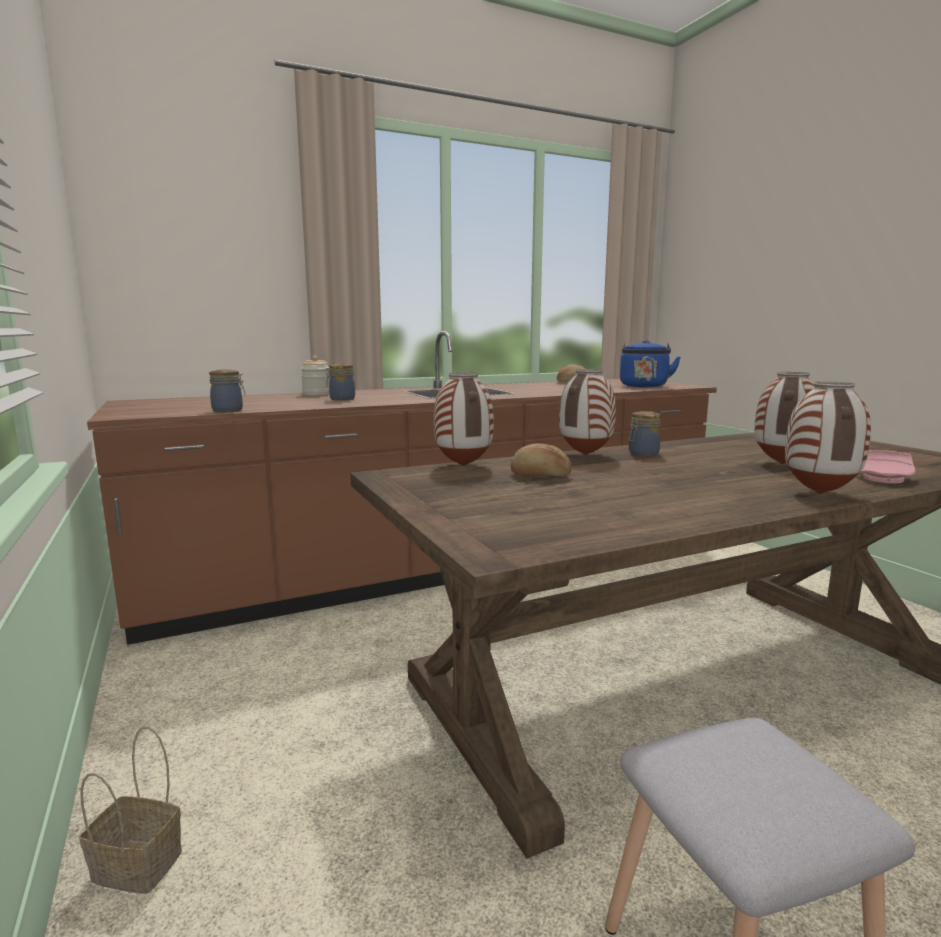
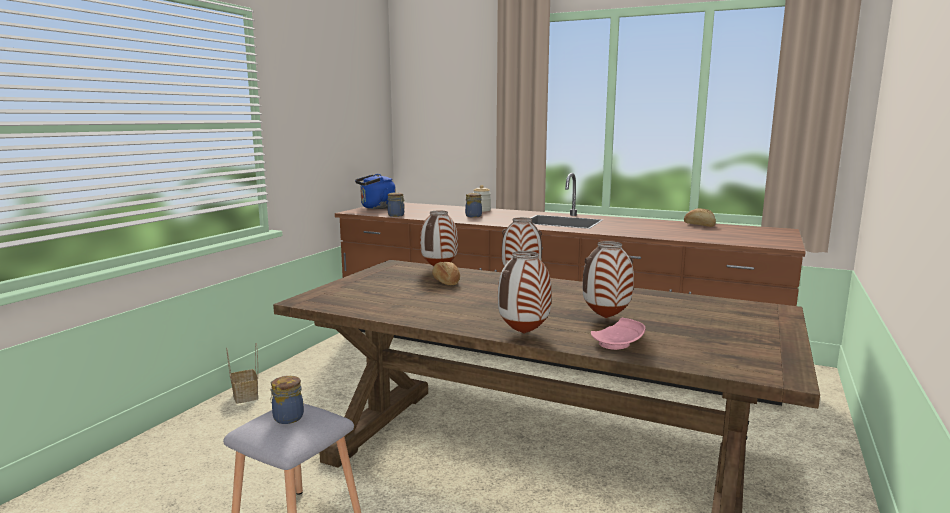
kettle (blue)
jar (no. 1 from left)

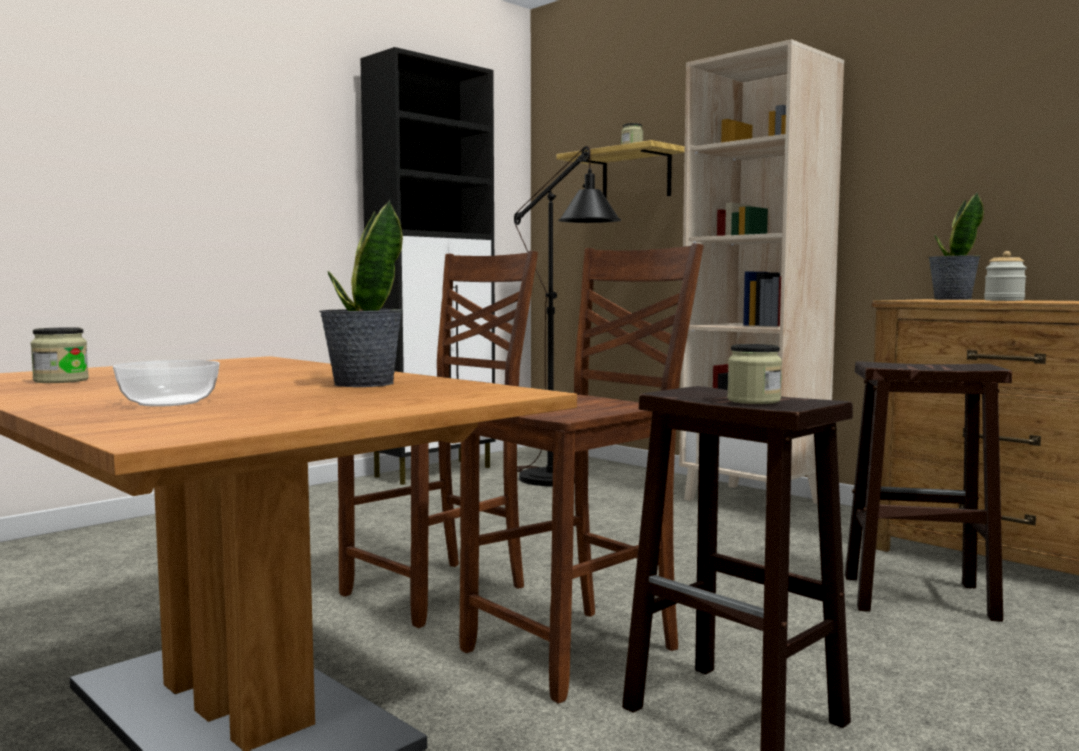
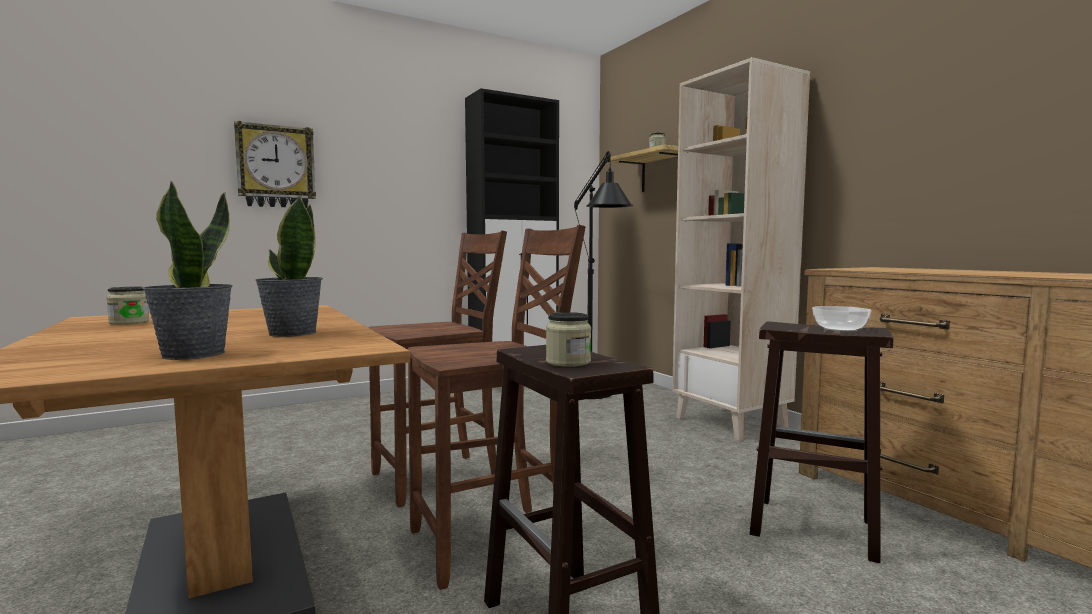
jar (no. 4 from left in the first image)
wall clock
bowl
potted plant (no. 1 from left)

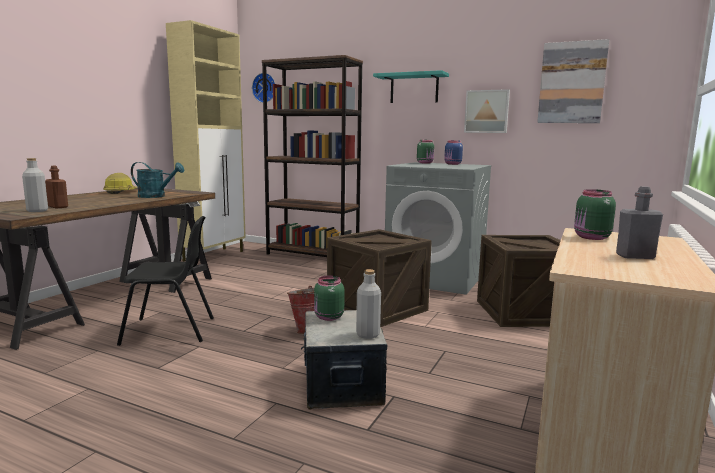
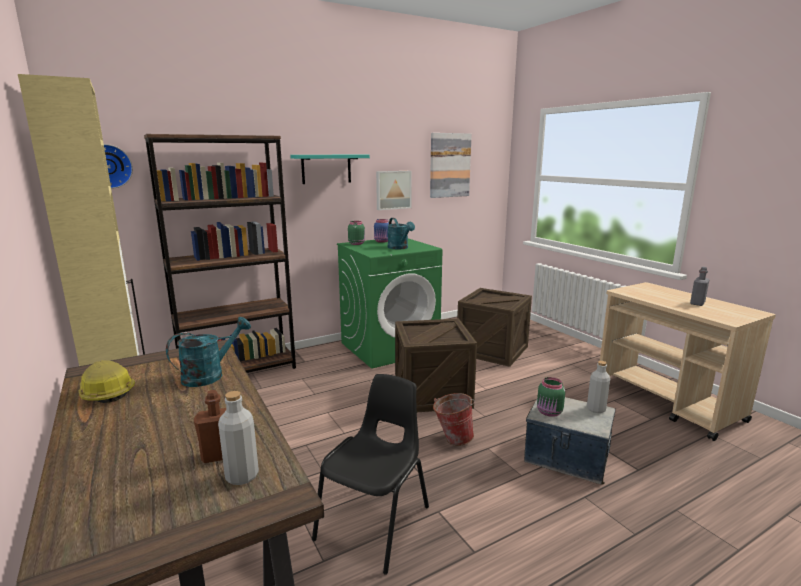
jar (green) (no. 3 from left in the first image)
watering can (turquoise) (no. 2 from left)
washing machine (green)

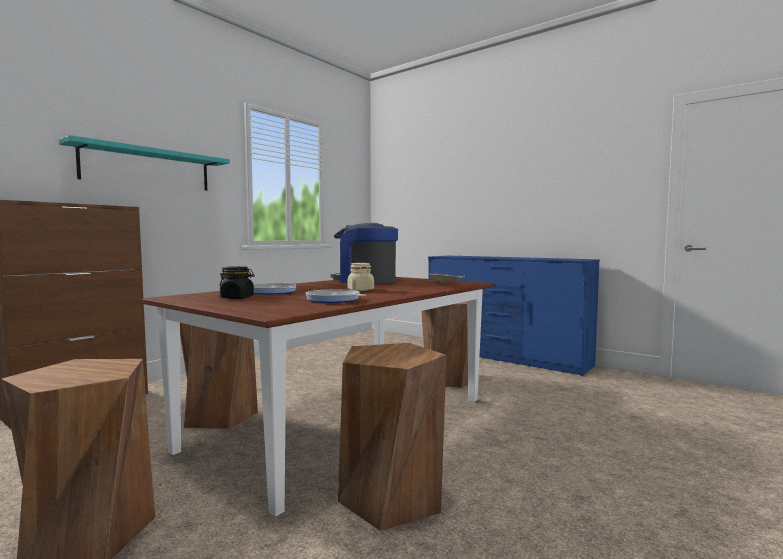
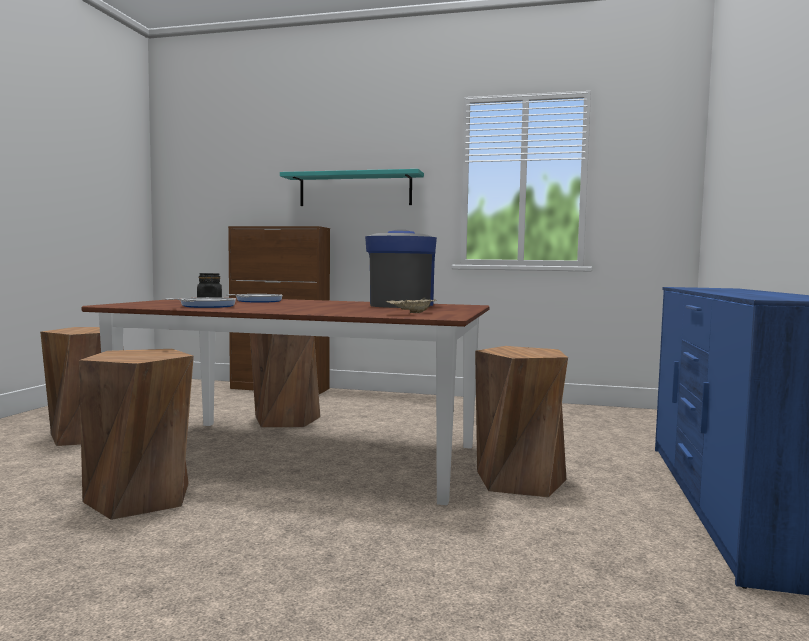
jar (beige)

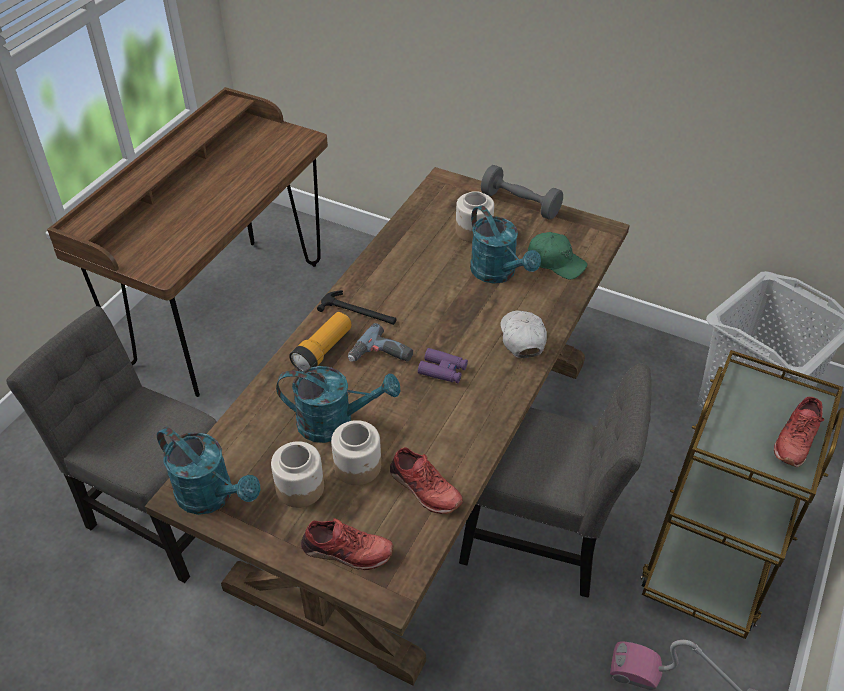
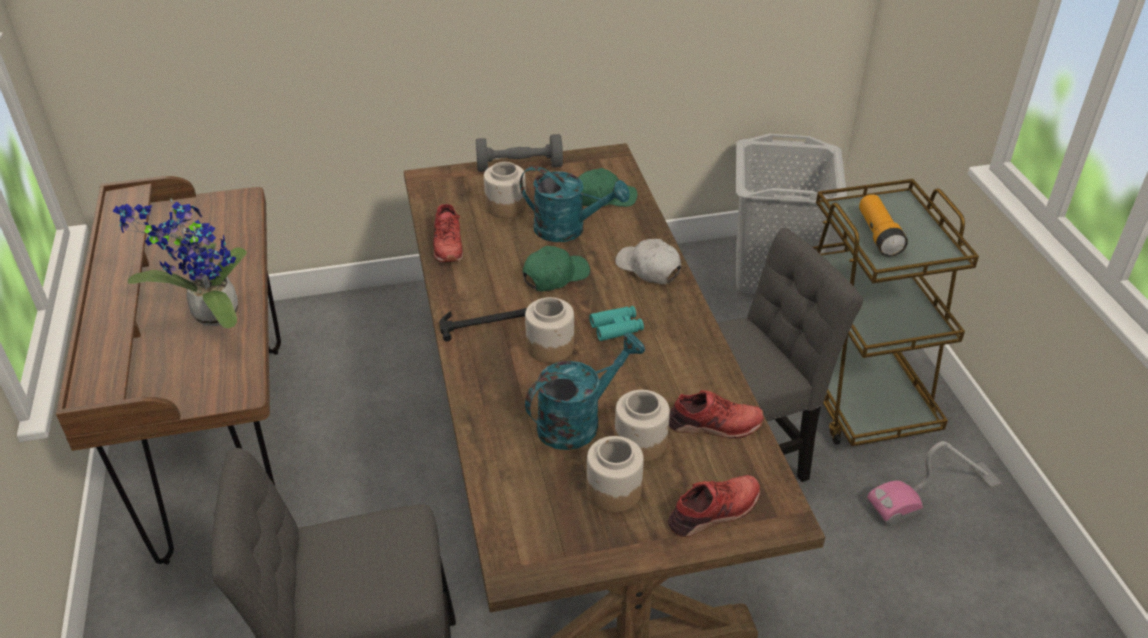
watering can (turquoise) (no. 1 from left in the first image)
potted plant
cap (green) (no. 1 from left)
flashlight
shoe (red) (no. 1 from left)
jar (no. 2 from left)
binoculars (turquoise)

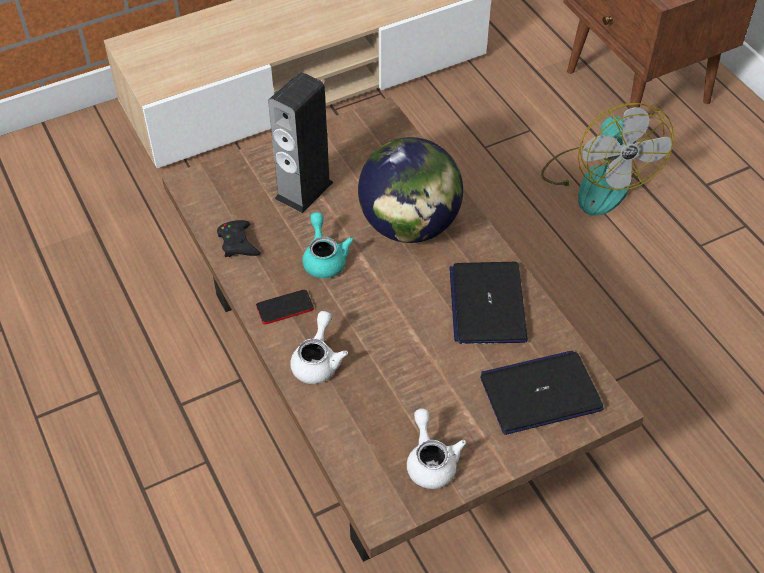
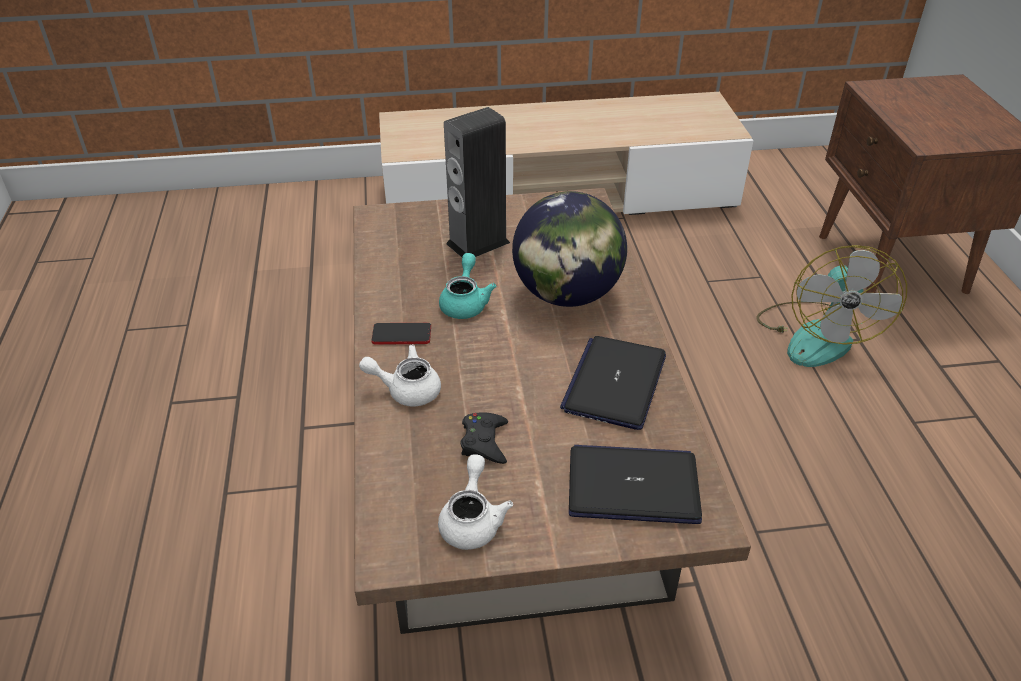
game controller (black)
teapot (white) (no. 1 from left)

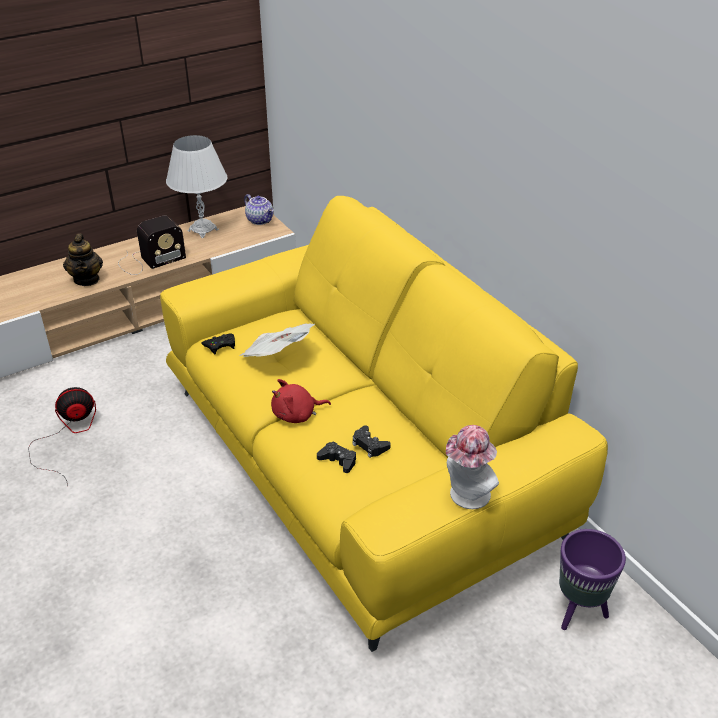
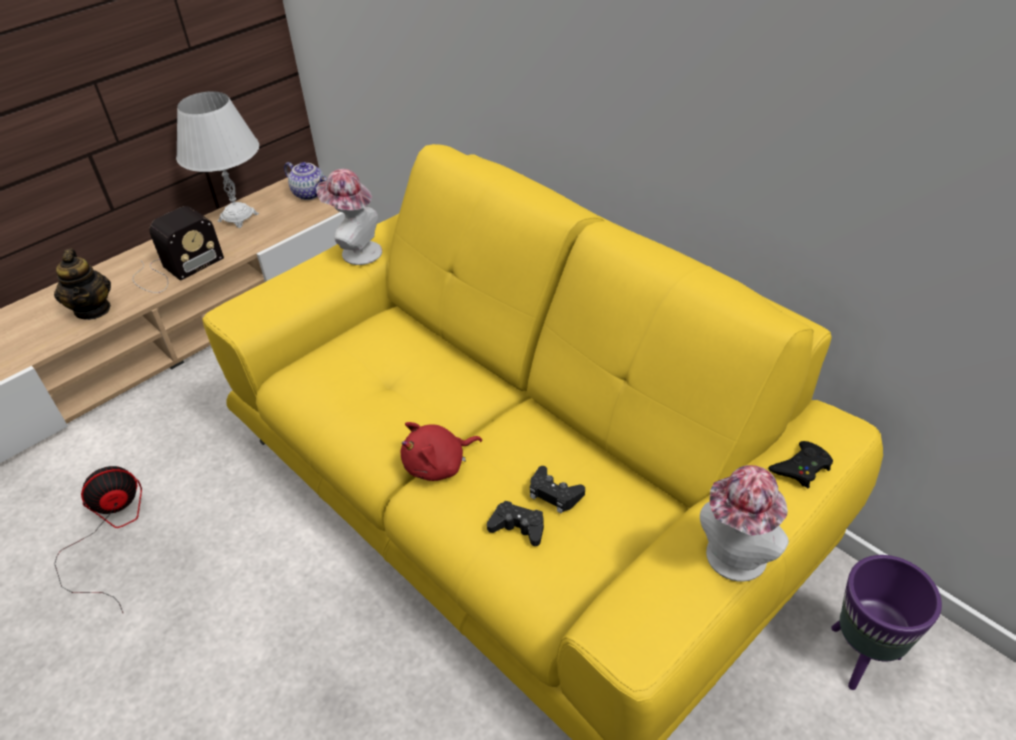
newspaper
hat (no. 1 from left)
game controller (black) (no. 3 from left)

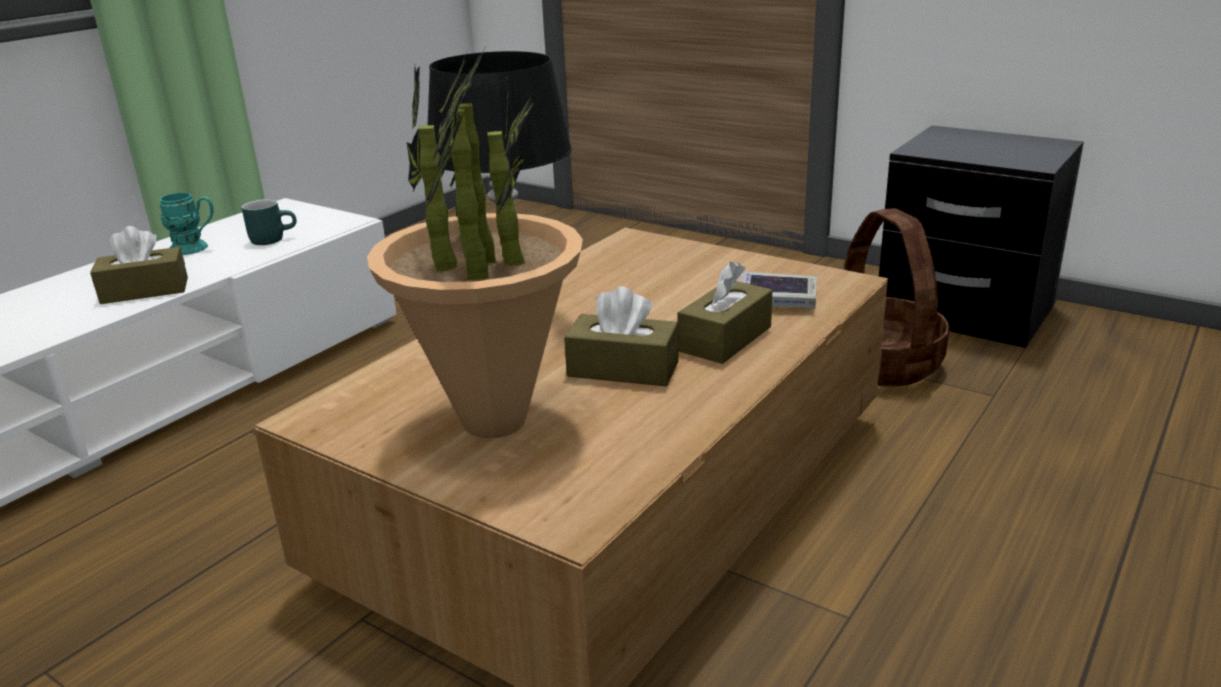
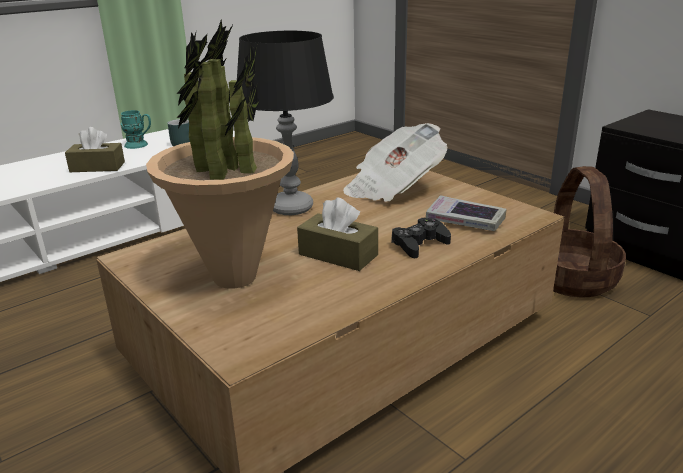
newspaper
game controller (black)

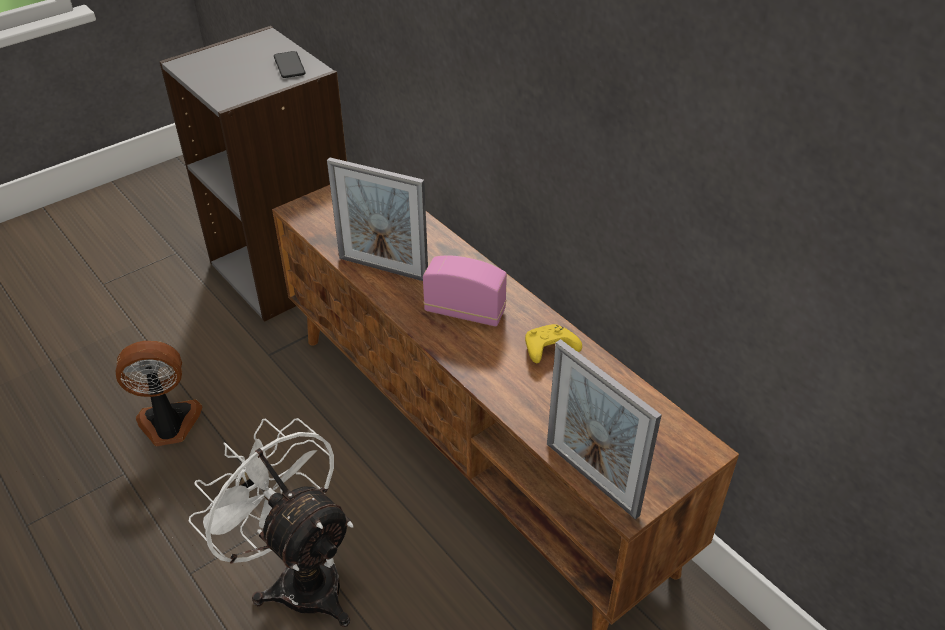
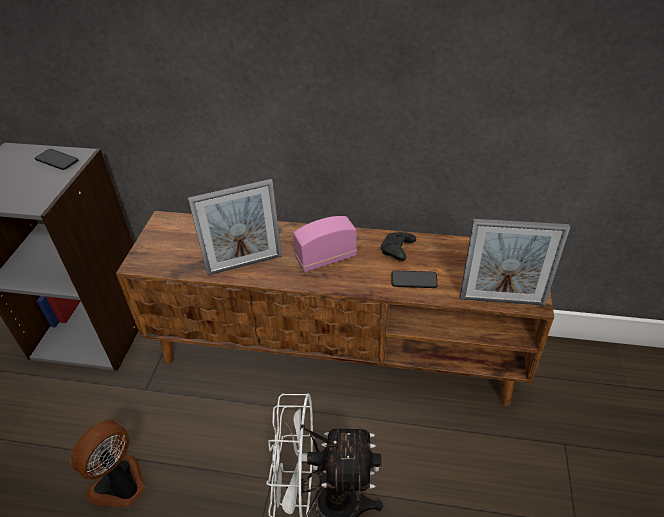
phone (no. 2 from left)
game controller (black)

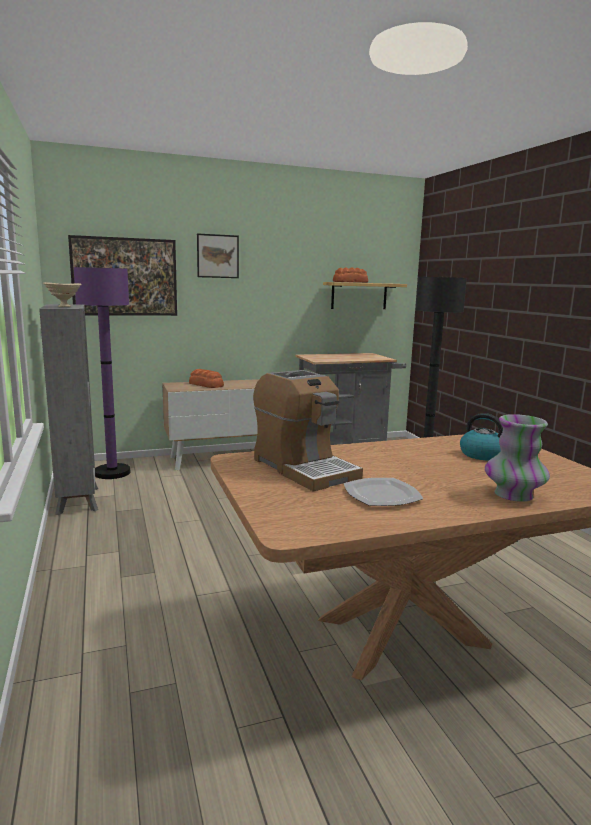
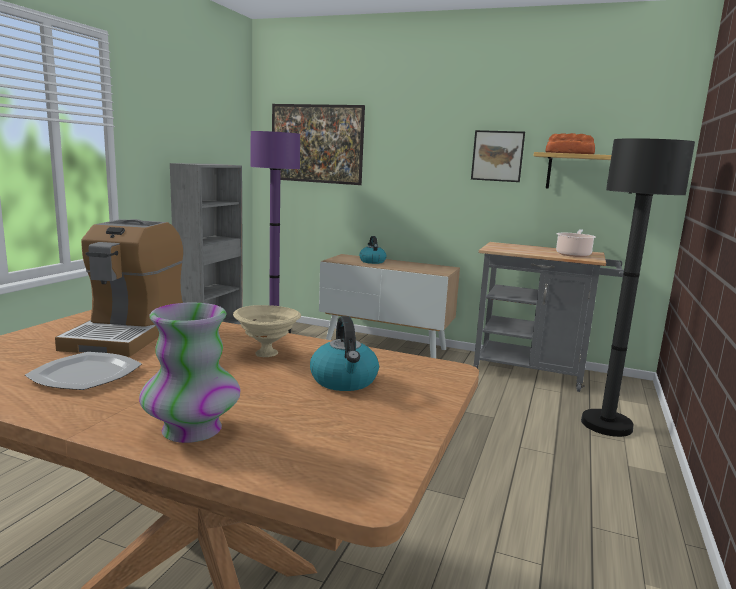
cooking pot
bowl (beige)
picture (no. 2 from left)
kettle (no. 2 from left)

